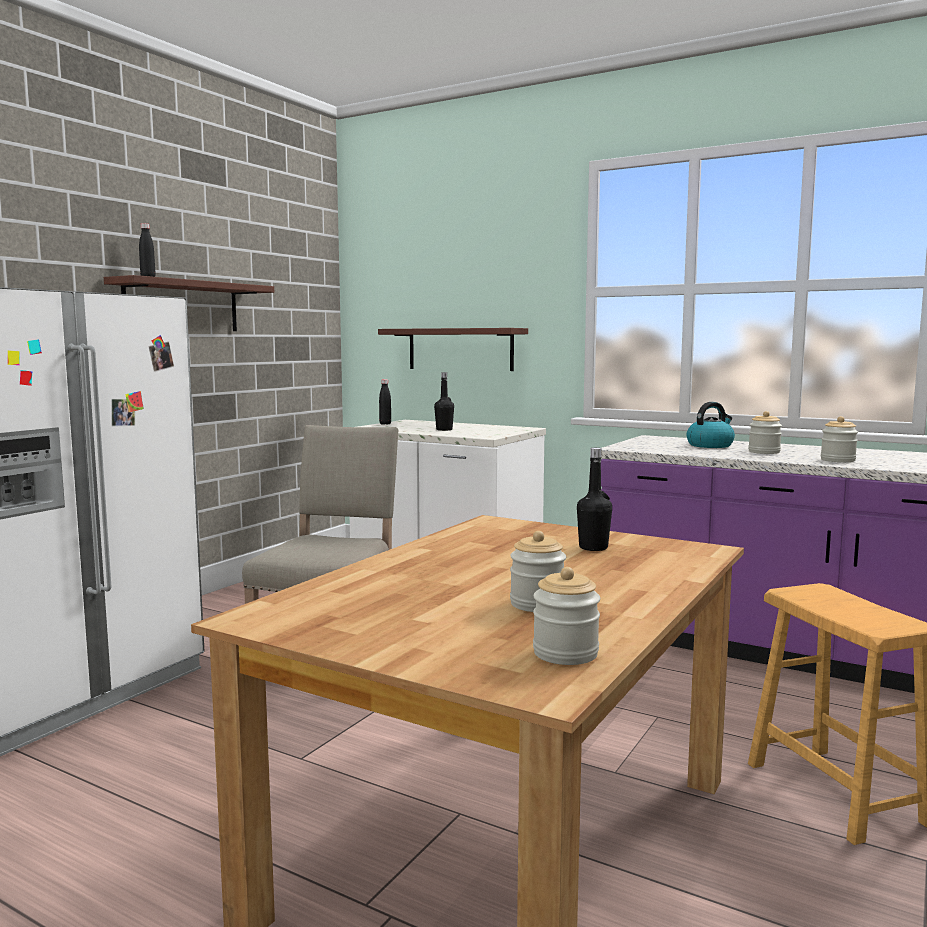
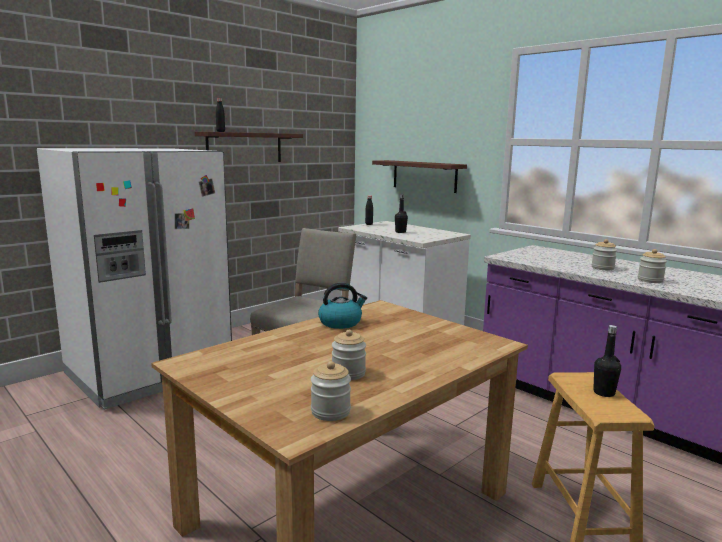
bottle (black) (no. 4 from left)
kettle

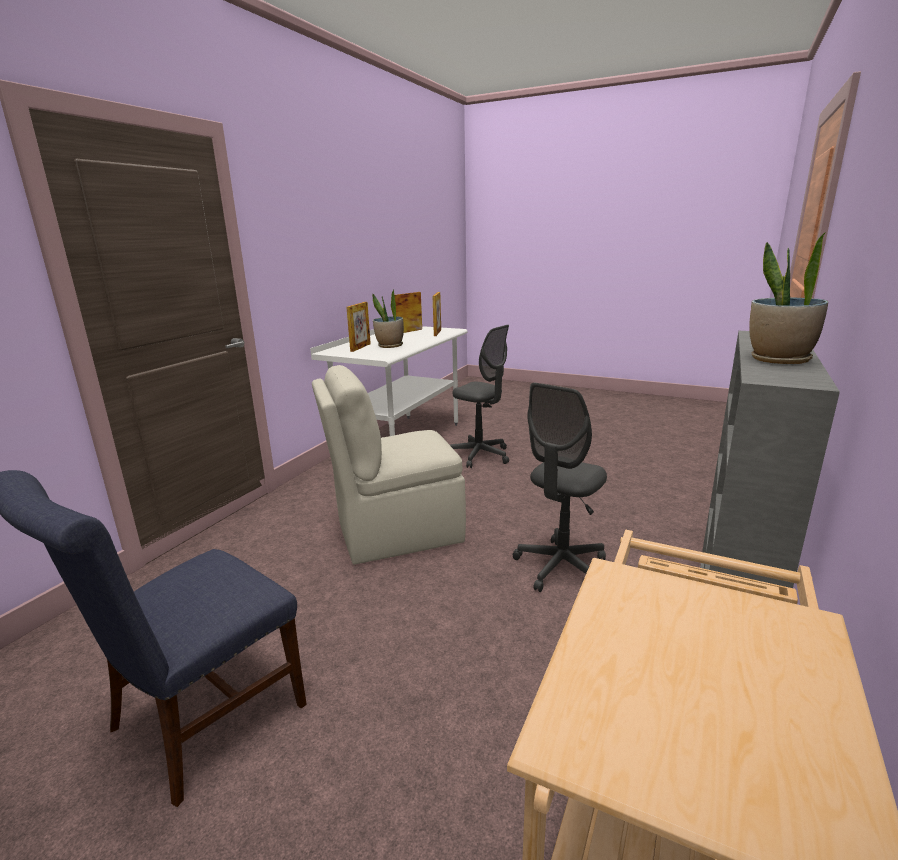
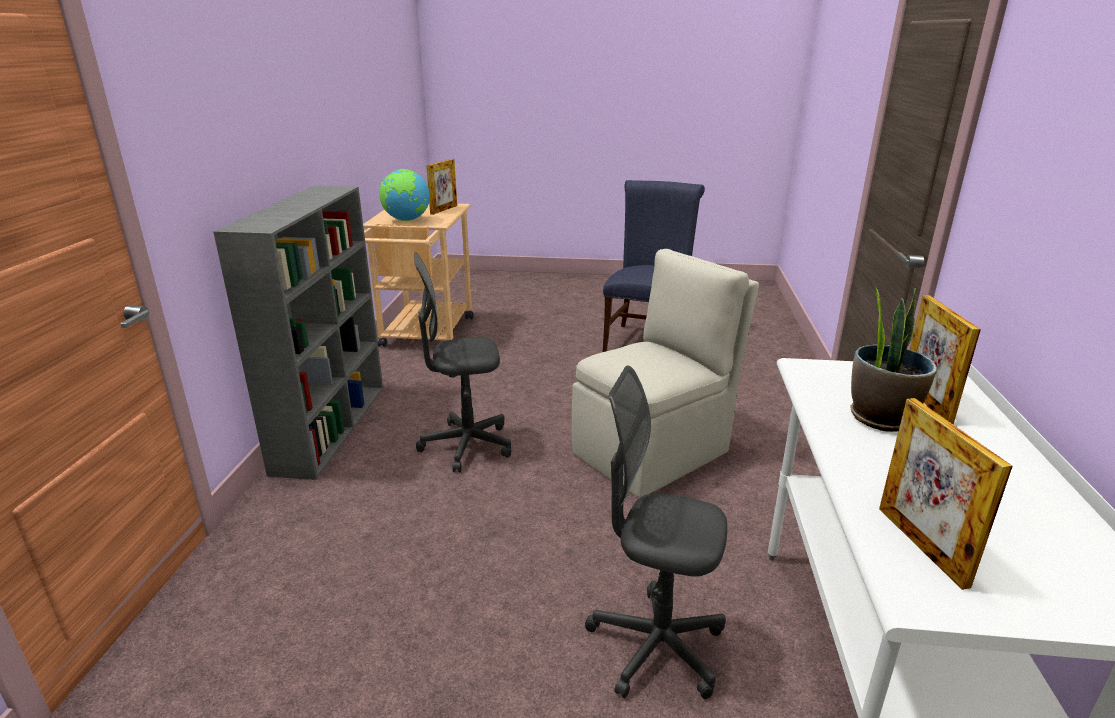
potted plant (no. 2 from left in the first image)
globe
picture frame (no. 1 from left)
office chair (grey) (no. 1 from left)

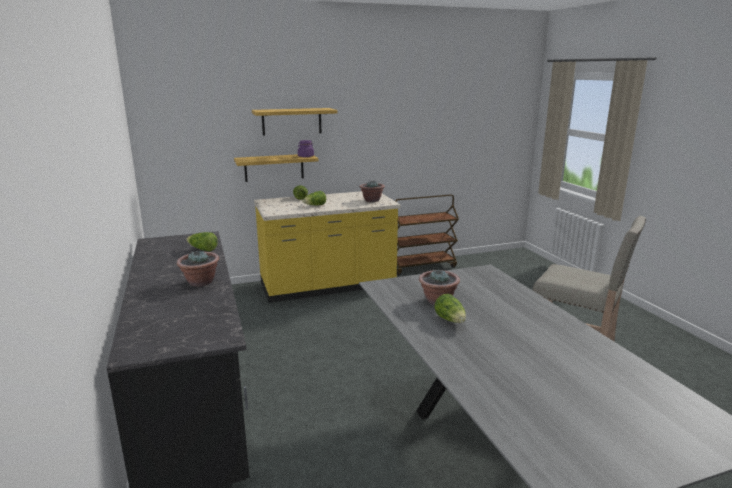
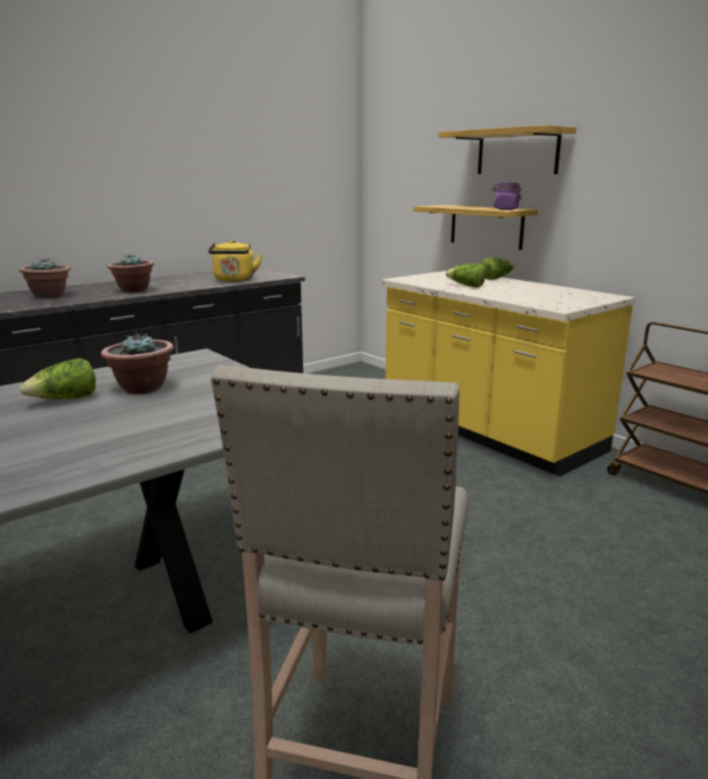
potted plant (no. 1 from left)
kettle (yellow)

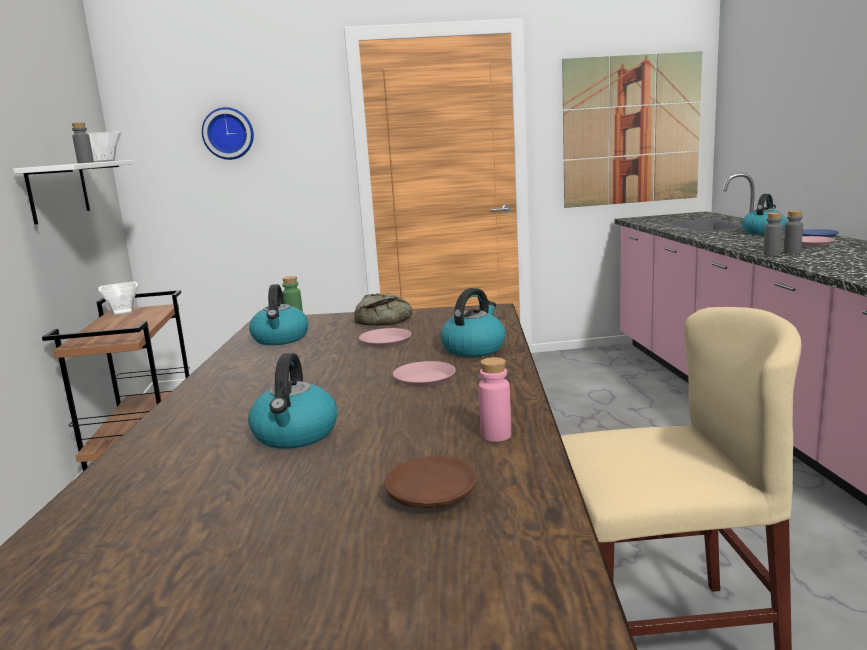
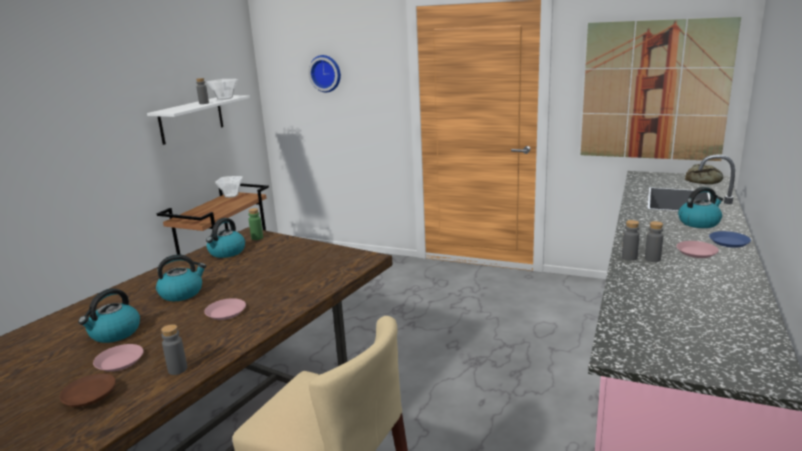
bread
plate (pink) (no. 1 from left)
kettle (no. 2 from left)
bottle (grey) (no. 1 from left)

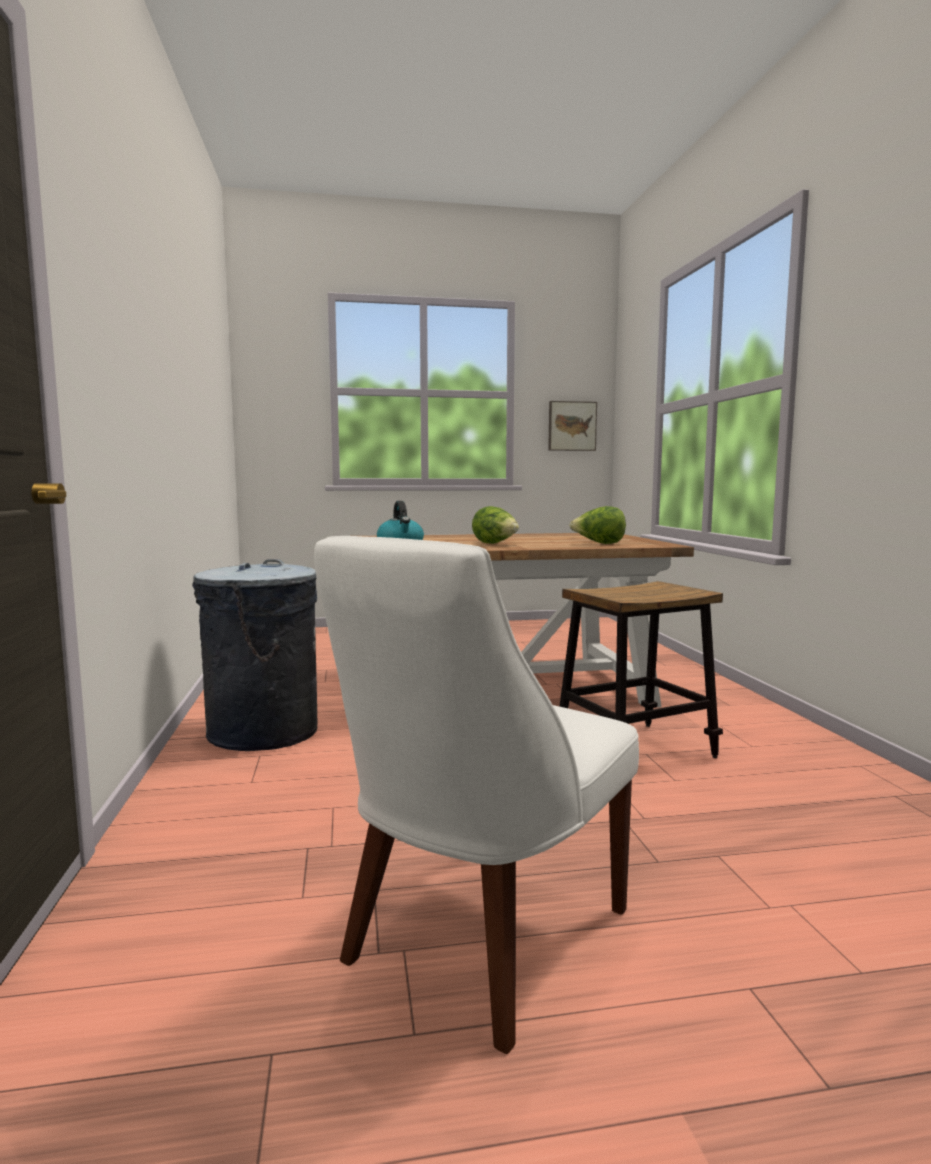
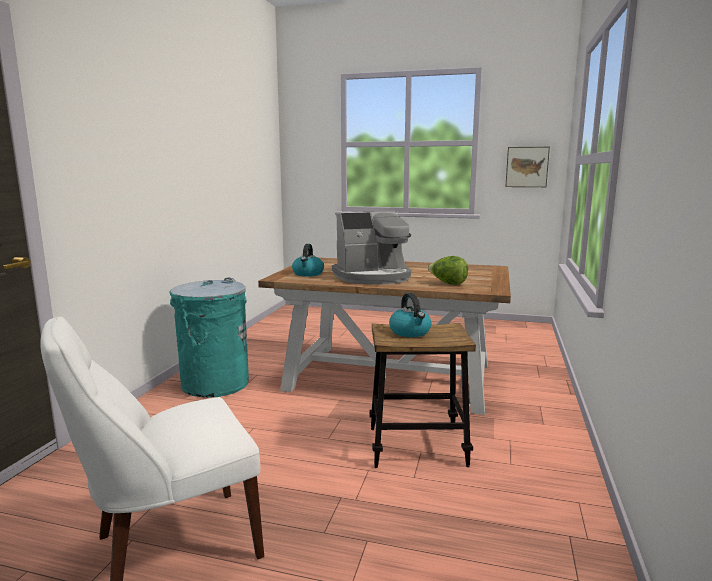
kettle (no. 2 from left)
coffee machine
trash can (turquoise)

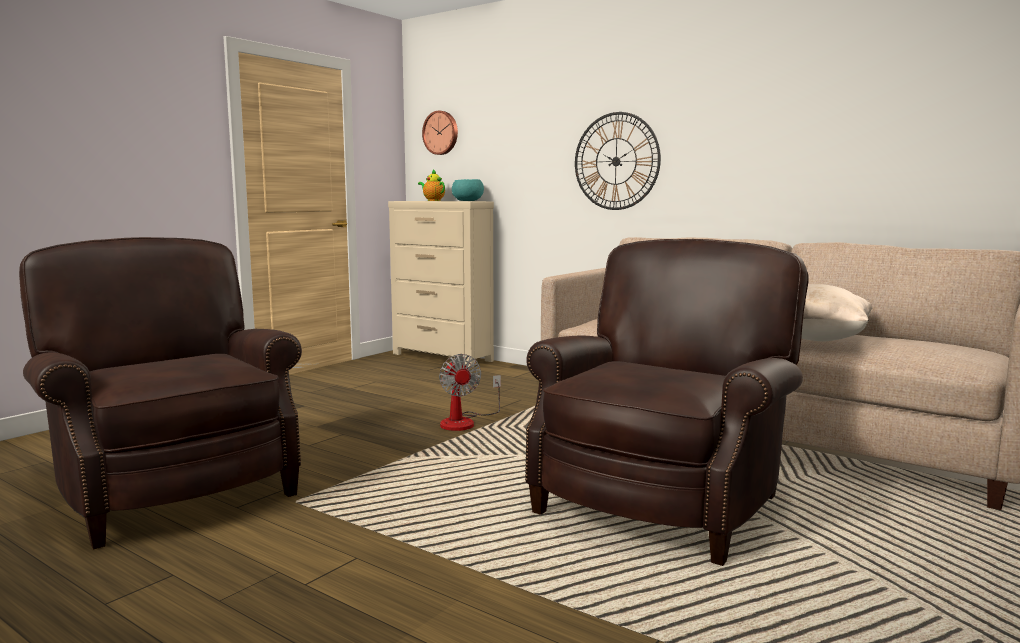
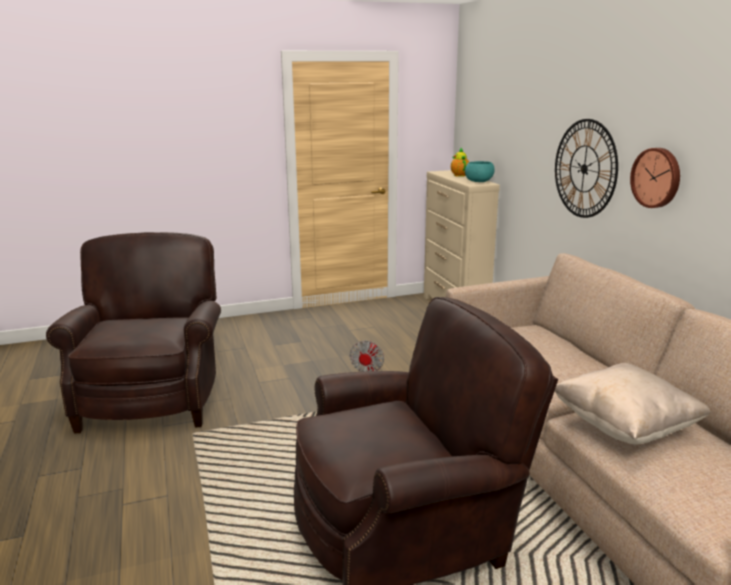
wall clock (no. 2 from left)

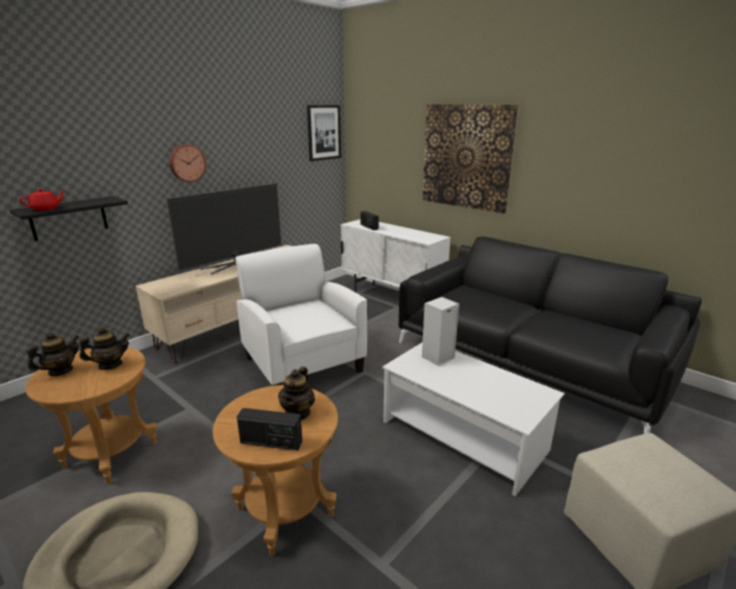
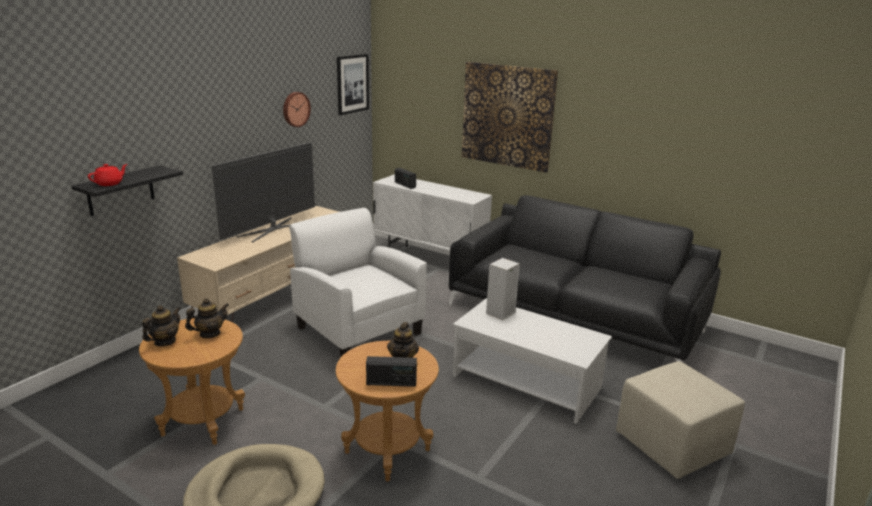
wall clock

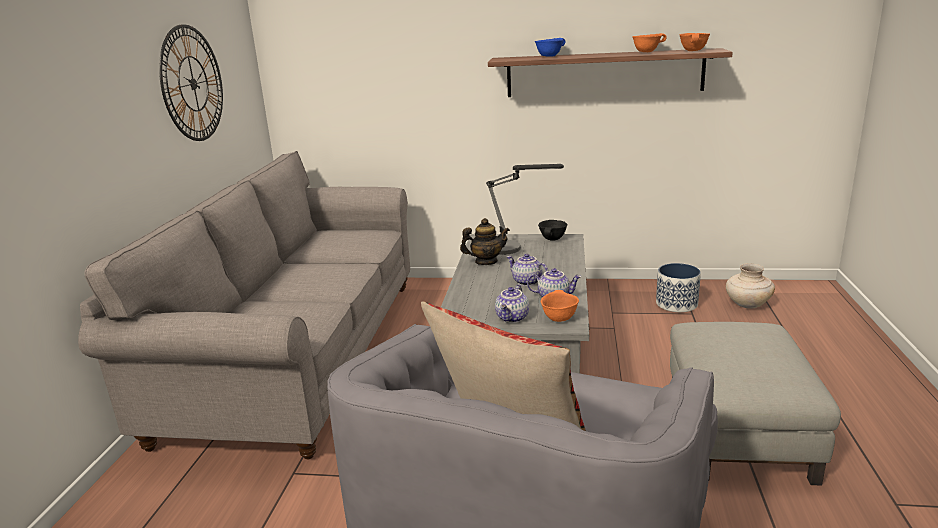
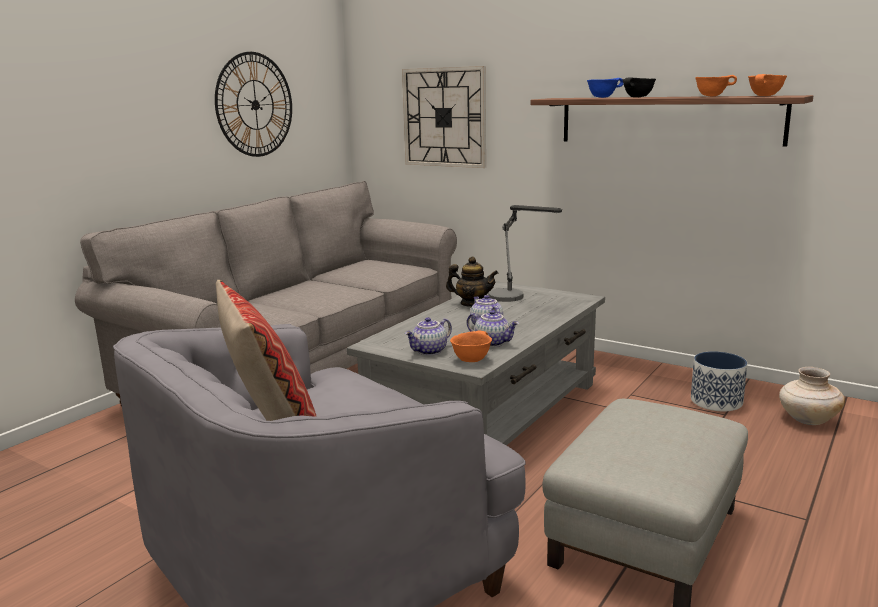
wall clock (no. 2 from left)
bowl (black)

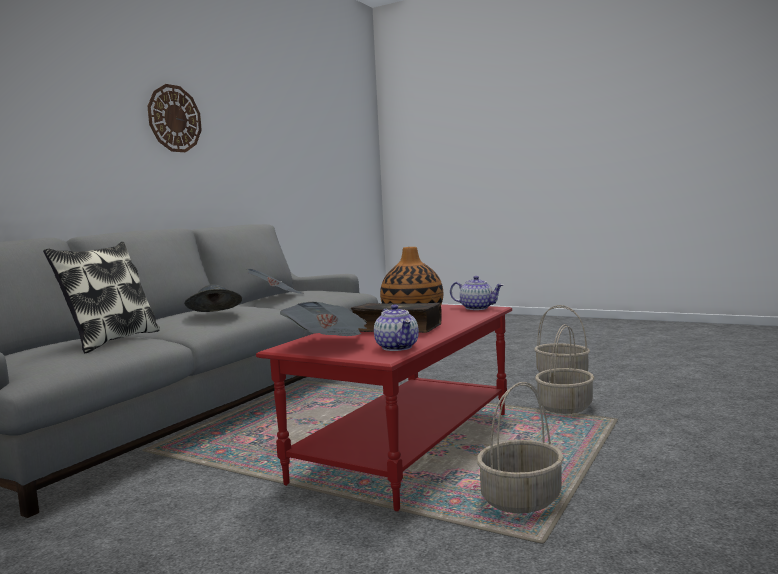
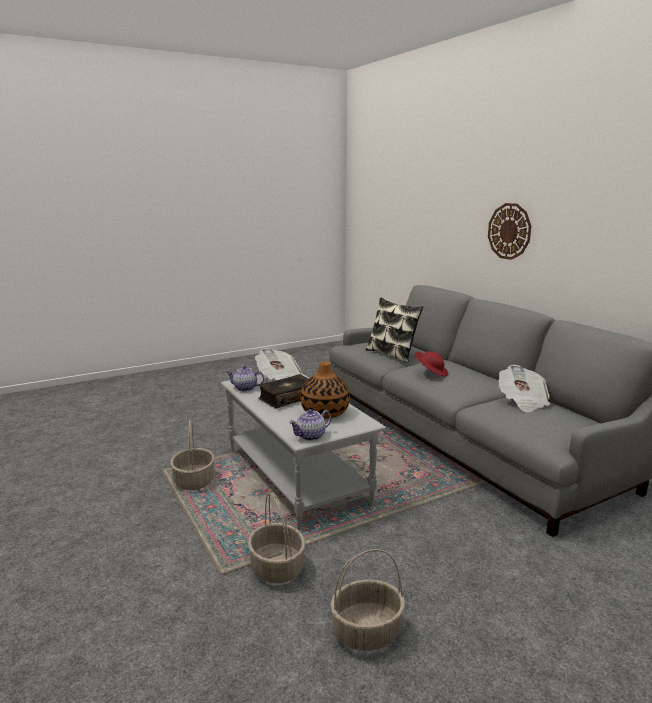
wall clock
hat (red)
coffee table (grey)

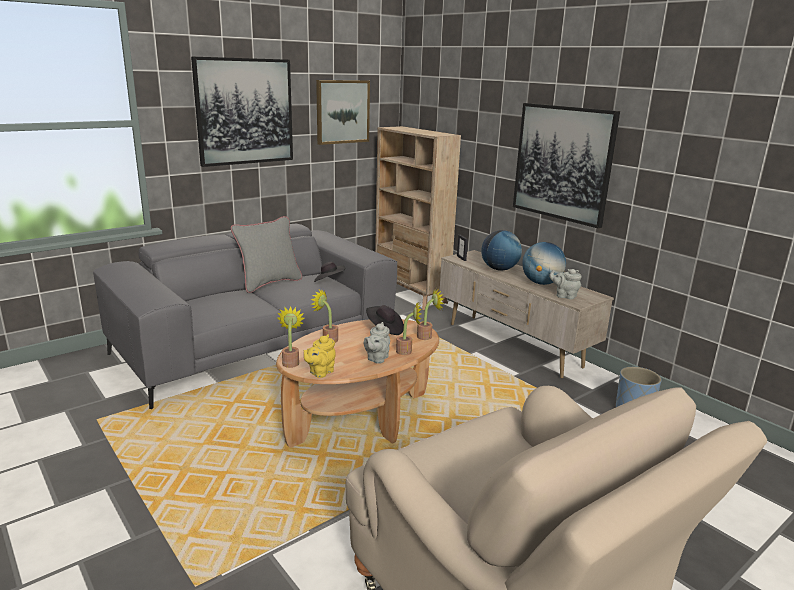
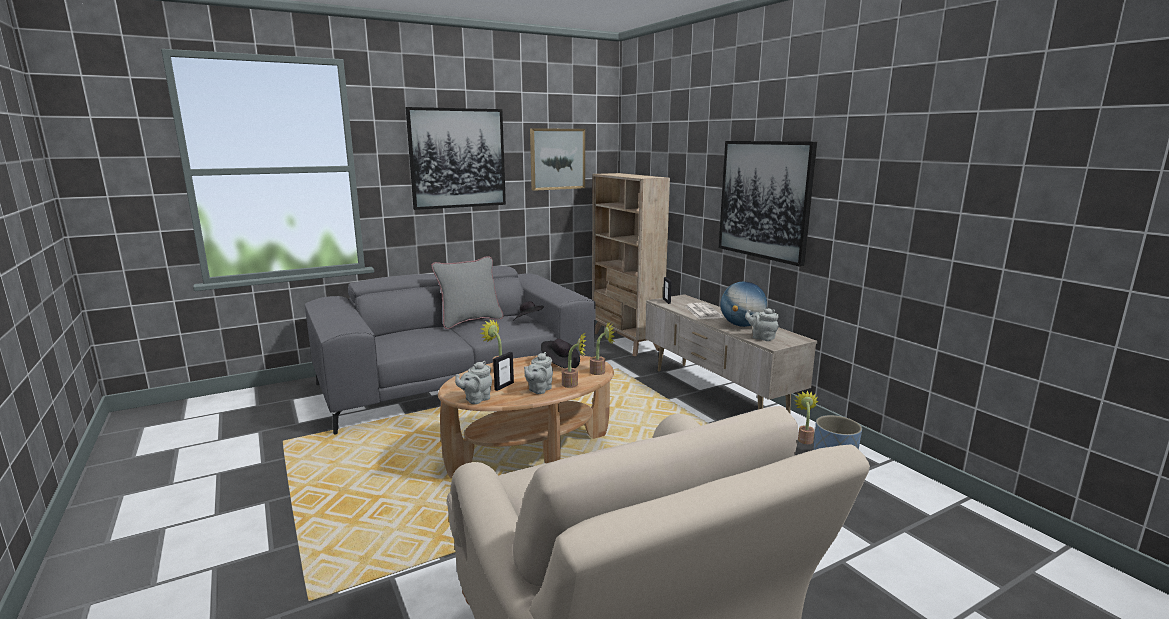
picture frame (no. 1 from left)
potted plant (no. 4 from left)
newspaper
teapot (grey) (no. 1 from left)

